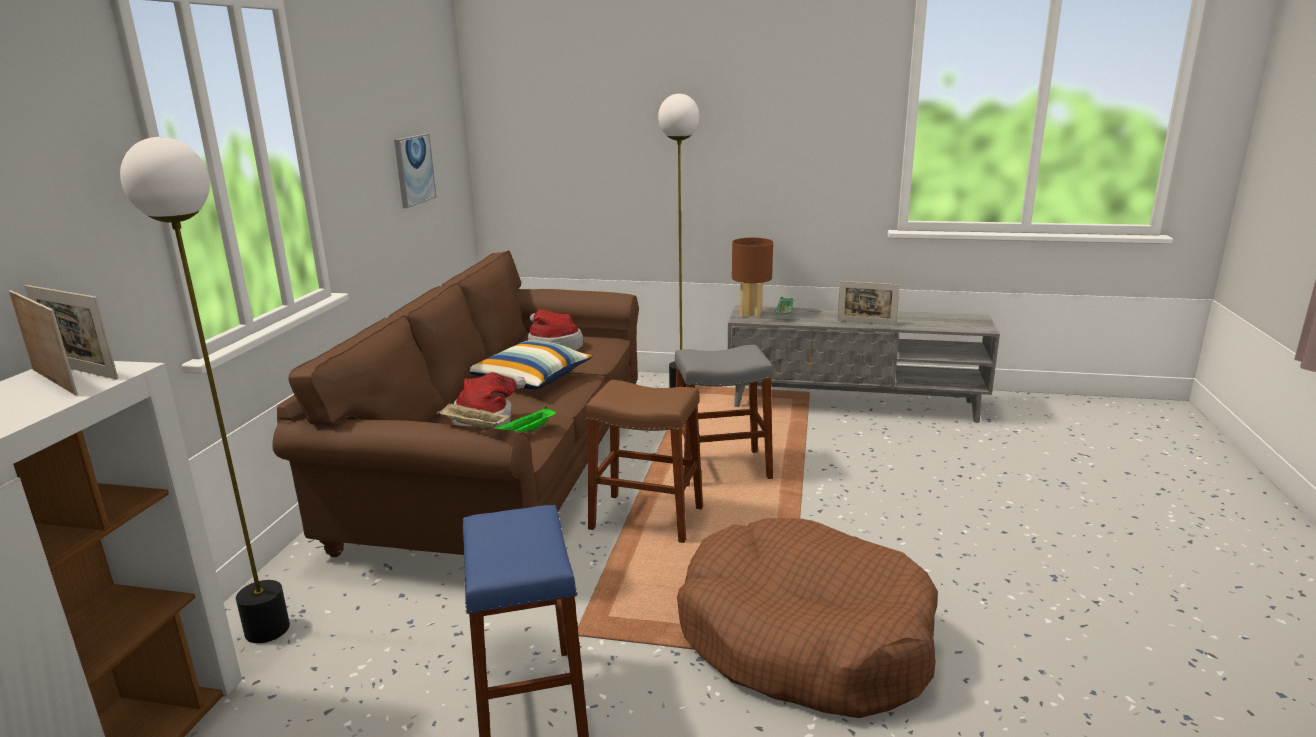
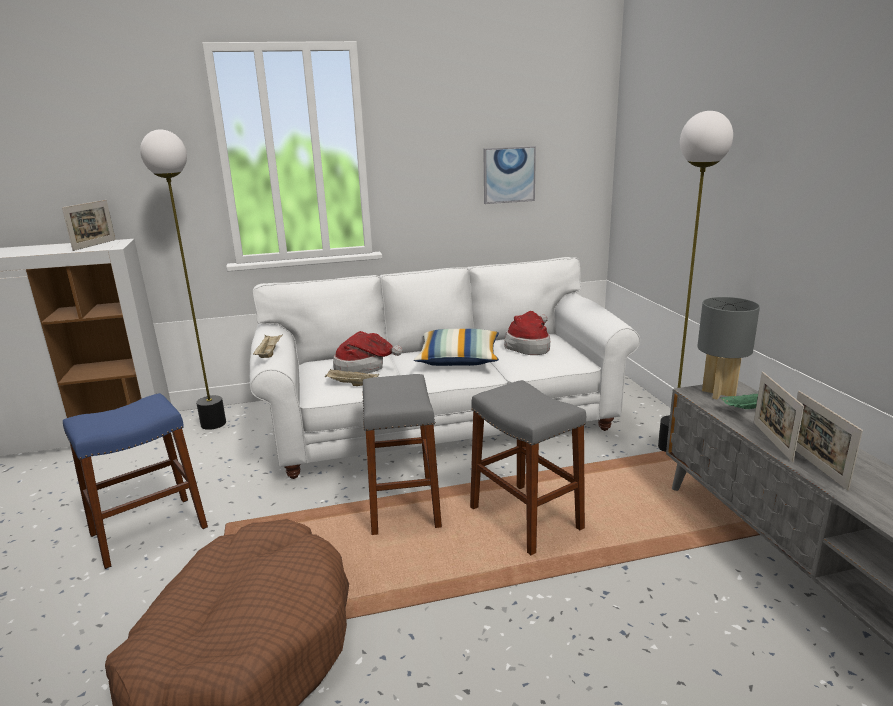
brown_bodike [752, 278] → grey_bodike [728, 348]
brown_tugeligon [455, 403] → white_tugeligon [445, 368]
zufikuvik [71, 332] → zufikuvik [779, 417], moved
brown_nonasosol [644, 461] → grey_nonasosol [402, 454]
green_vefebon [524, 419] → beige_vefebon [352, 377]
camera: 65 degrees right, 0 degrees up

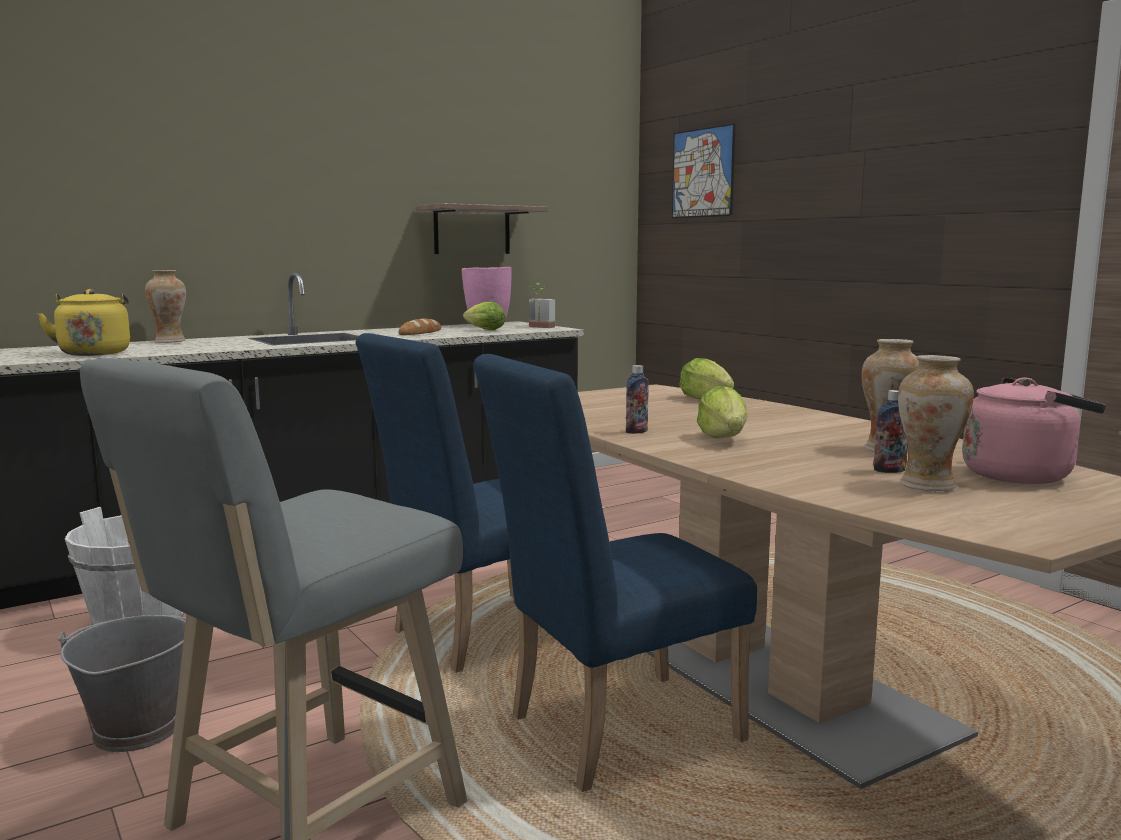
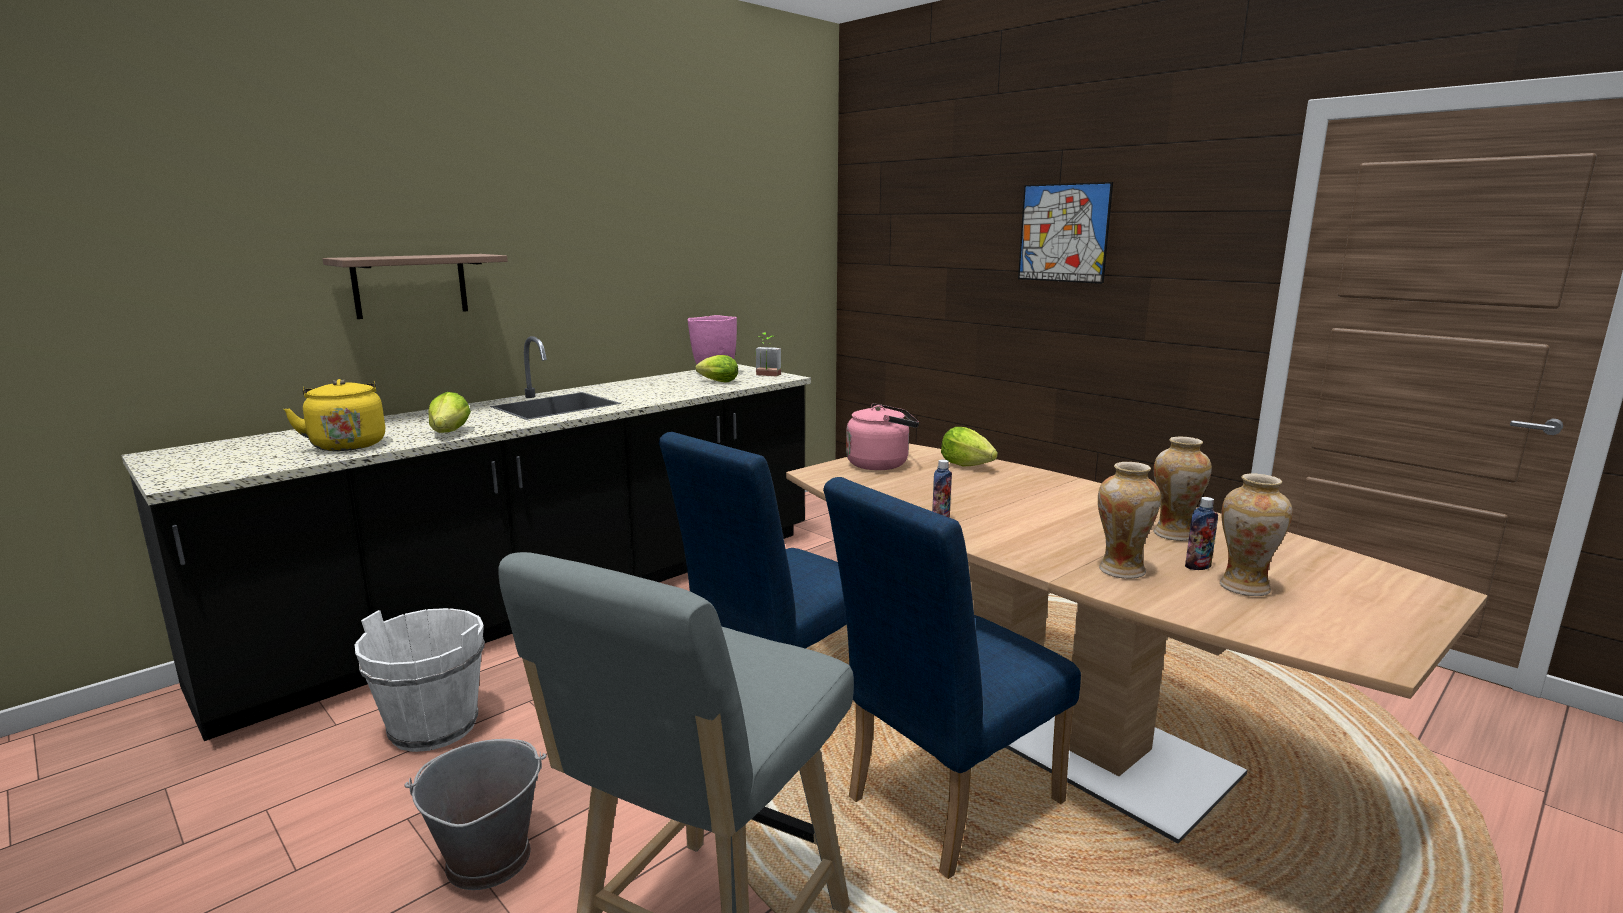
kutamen [704, 170] → kutamen [1065, 233], moved
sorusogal [482, 228] → sorusogal [415, 286], moved
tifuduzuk [165, 306] → tifuduzuk [1129, 520], moved
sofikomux [419, 327] → -
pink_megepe [1034, 430] → pink_megepe [882, 436], moved
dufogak [722, 412] → dufogak [450, 412], moved
camera: 10 degrees left, 5 degrees up

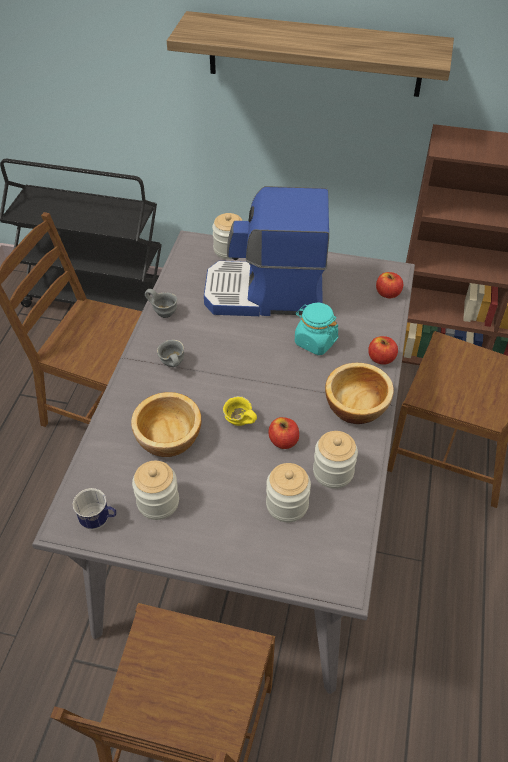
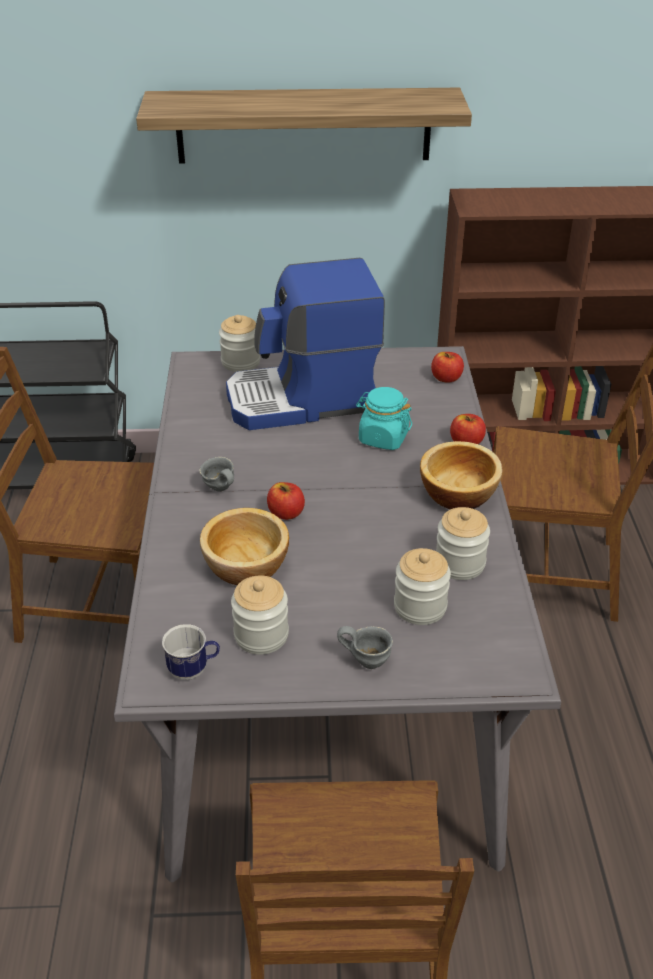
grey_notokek [161, 303] → grey_notokek [365, 647], moved
yellow_notokek [240, 411] → -
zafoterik [283, 433] → zafoterik [286, 501], moved
camera: 15 degrees left, 10 degrees down

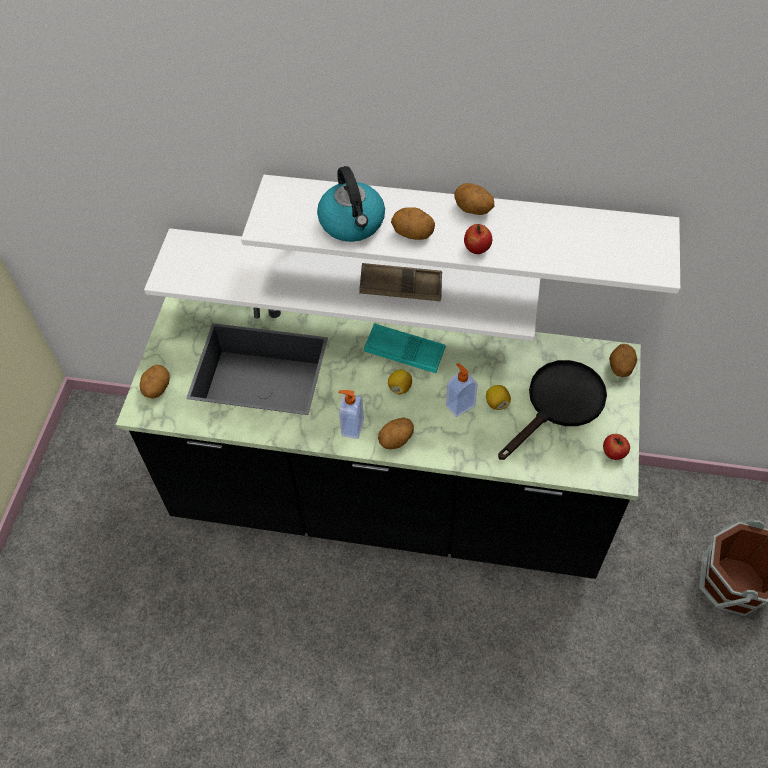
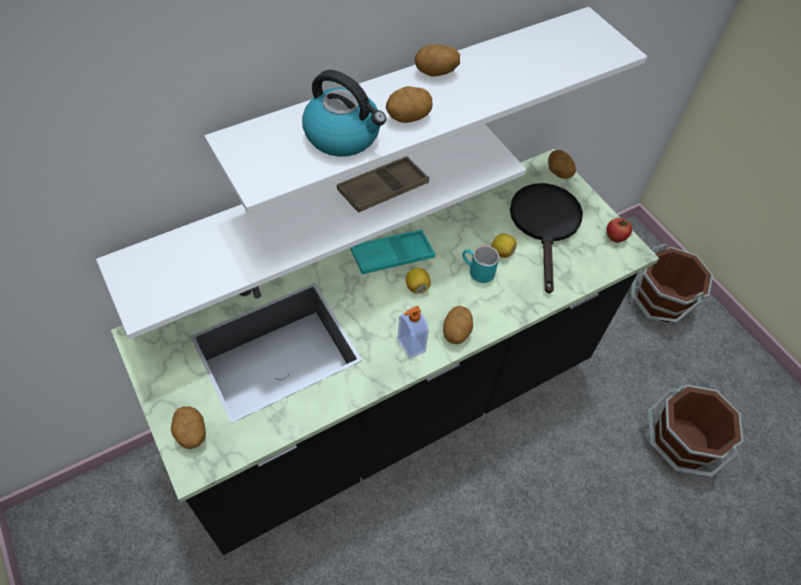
zafoterik [478, 239] → -
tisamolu [462, 390] → turquoise_notokek [480, 264]
- → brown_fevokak [695, 430]
camera: 45 degrees left, 0 degrees up

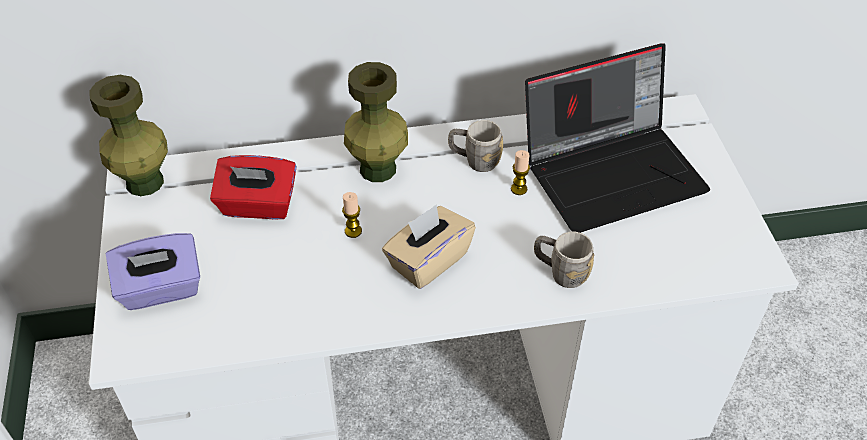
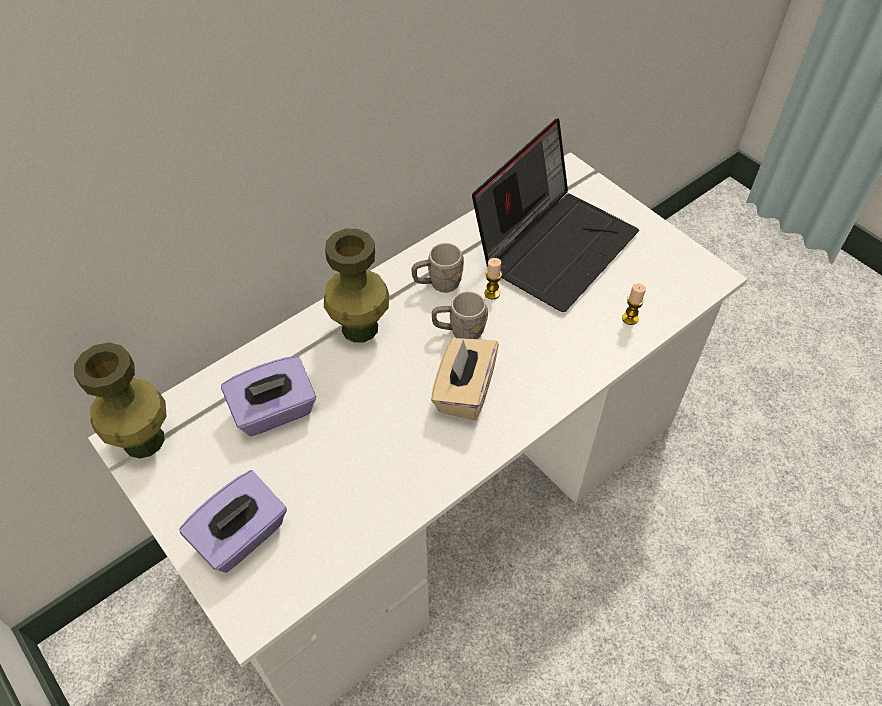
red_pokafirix [253, 187] → purple_pokafirix [268, 396]
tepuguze [352, 215] → tepuguze [634, 304], moved
grey_notokek [564, 260] → grey_notokek [460, 315], moved
camera: 30 degrees left, 5 degrees up

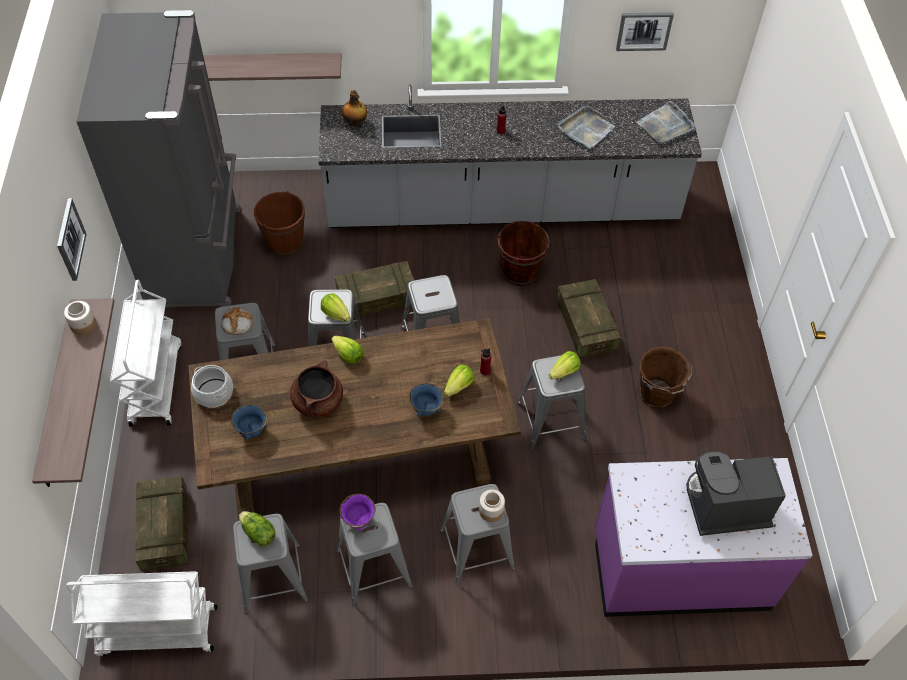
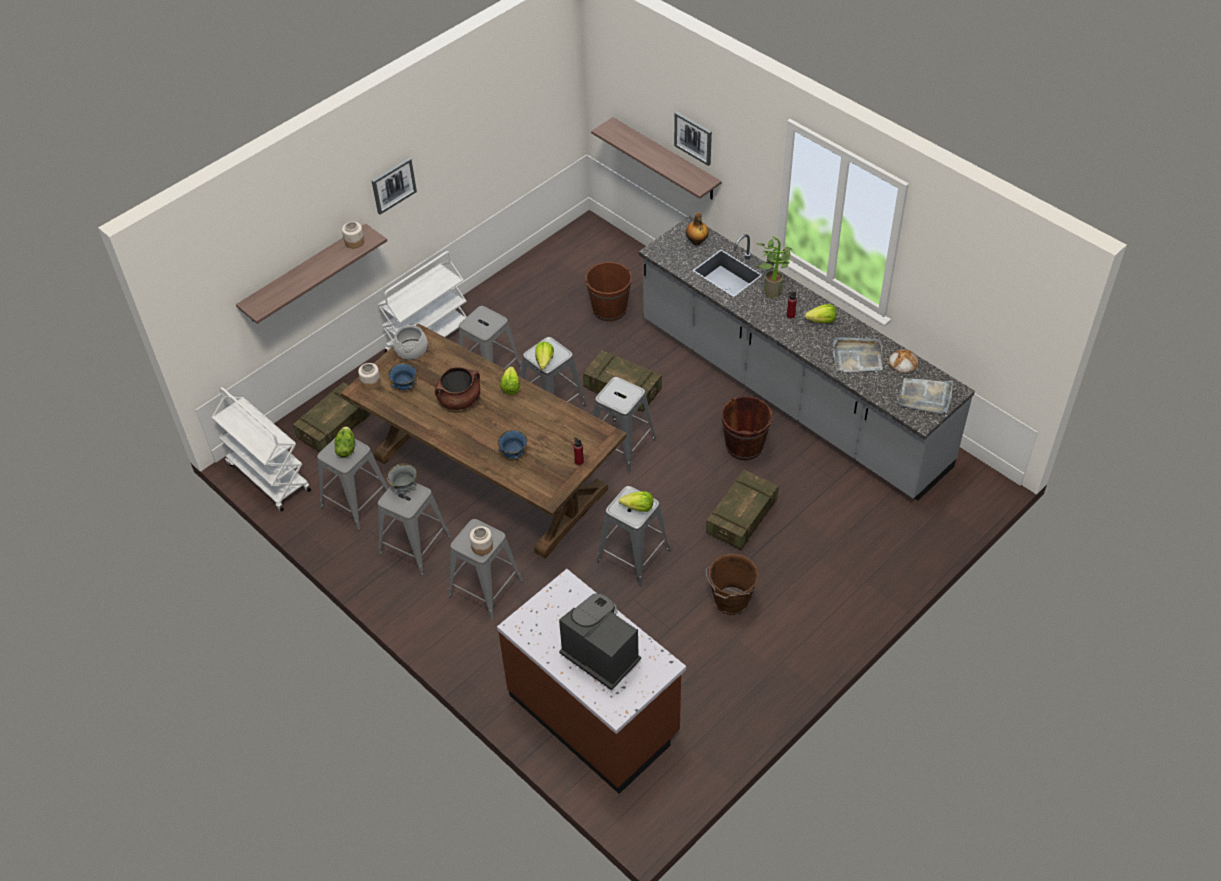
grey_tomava [158, 158] → -
kutamen [645, 31] → kutamen [693, 139], moved
sofikomux [237, 321] → sofikomux [903, 361], moved
dufogak [459, 380] → dufogak [820, 313], moved
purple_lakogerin [704, 537] → brown_lakogerin [591, 681]
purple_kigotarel [357, 513] → grey_kigotarel [402, 477]
- → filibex [774, 267]
- → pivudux [369, 376]
camera: 50 degrees right, 5 degrees down

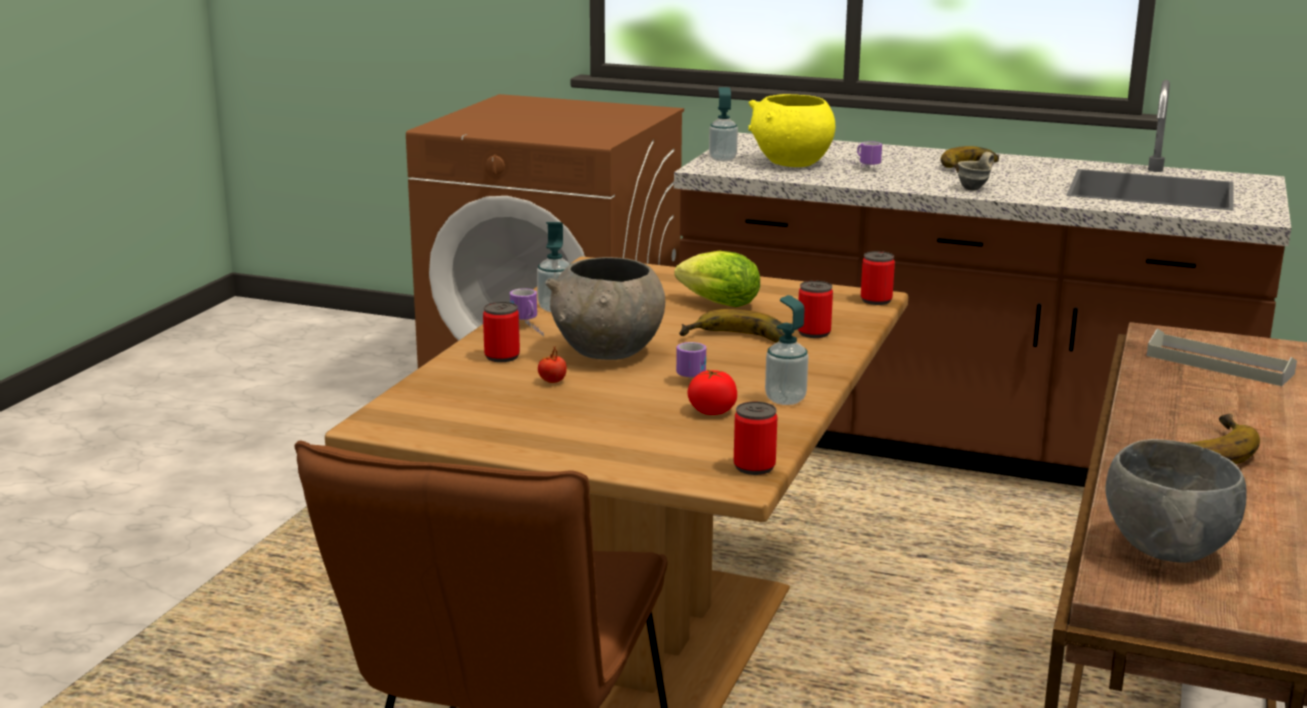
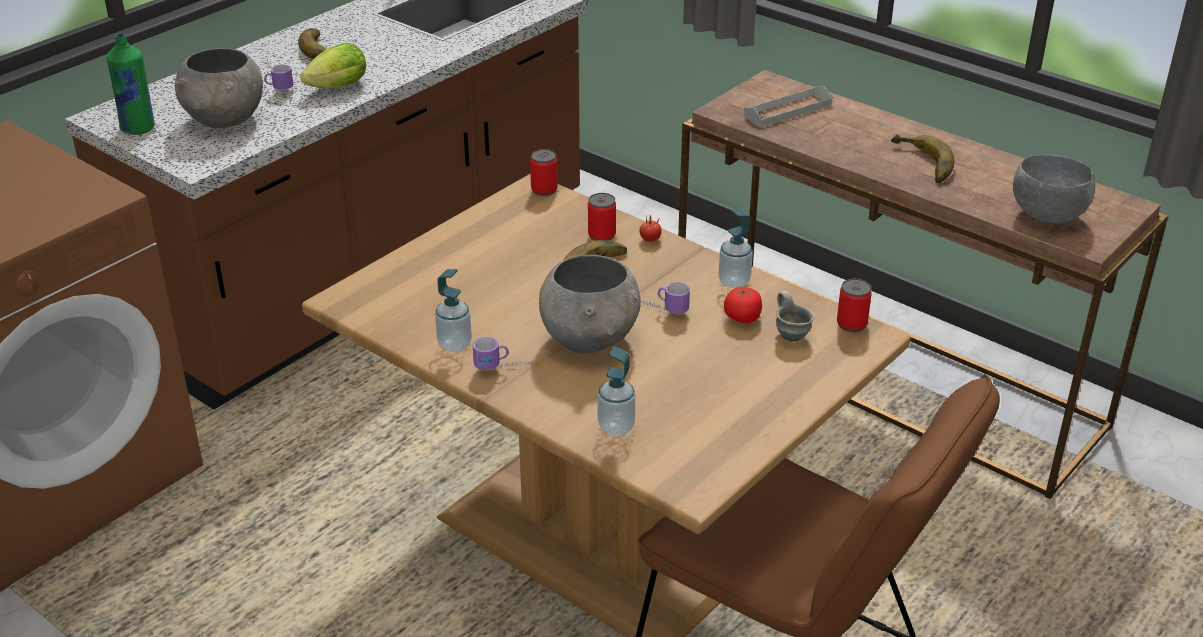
tisamolu [723, 124] → tisamolu [617, 391], moved
yellow_kigotarel [792, 130] → grey_kigotarel [219, 88]
grey_notokek [976, 171] → grey_notokek [795, 316], moved
dufogak [717, 279] → dufogak [333, 65], moved
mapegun [501, 332] → -
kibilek [552, 364] → kibilek [651, 228], moved
- → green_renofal [130, 84]
camera: 70 degrees left, 15 degrees up

